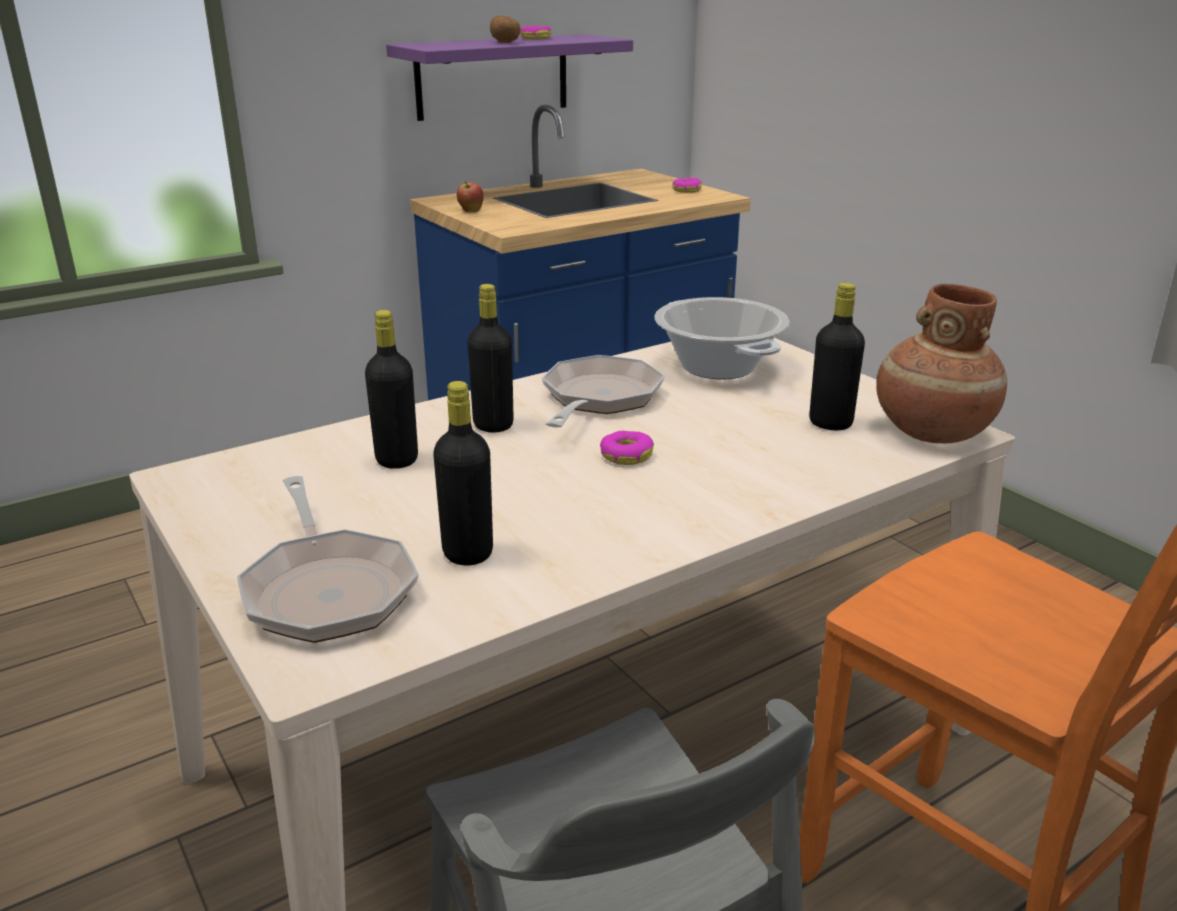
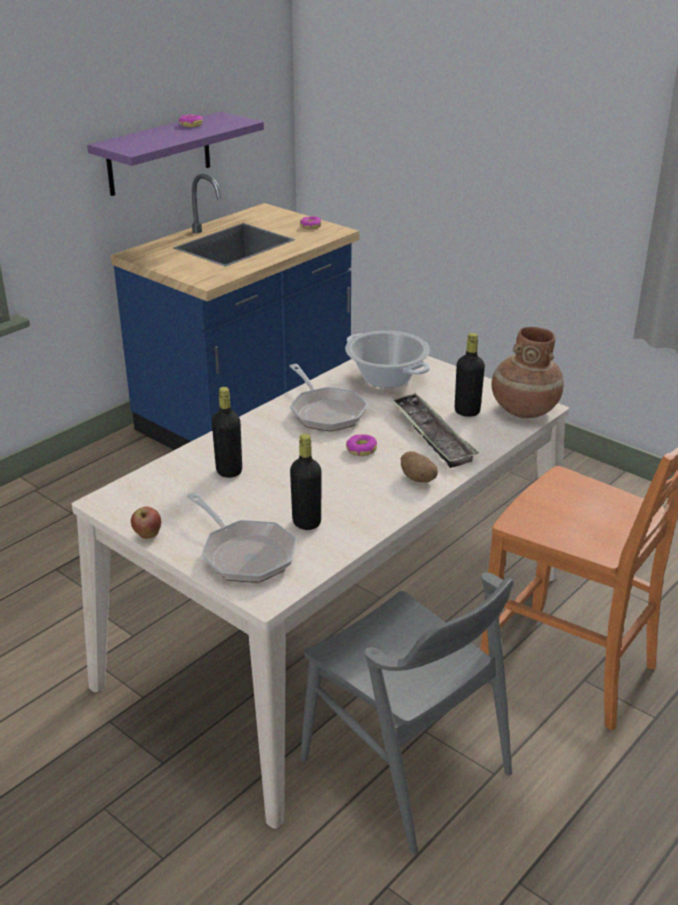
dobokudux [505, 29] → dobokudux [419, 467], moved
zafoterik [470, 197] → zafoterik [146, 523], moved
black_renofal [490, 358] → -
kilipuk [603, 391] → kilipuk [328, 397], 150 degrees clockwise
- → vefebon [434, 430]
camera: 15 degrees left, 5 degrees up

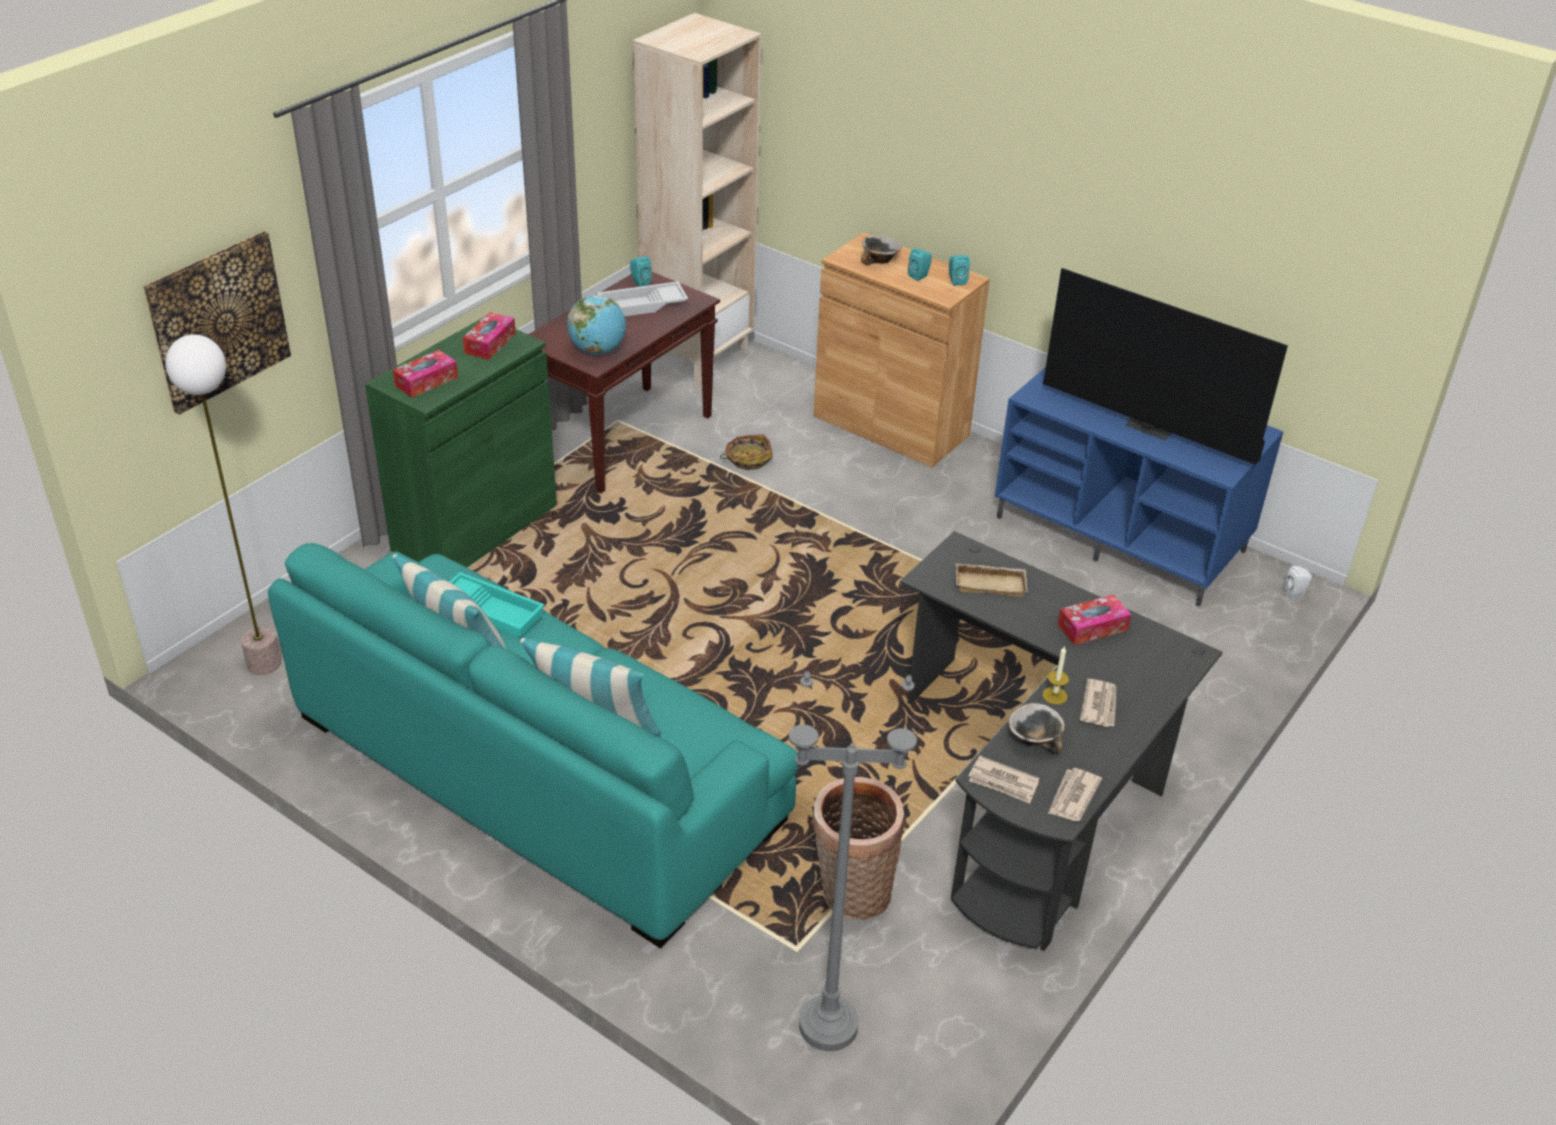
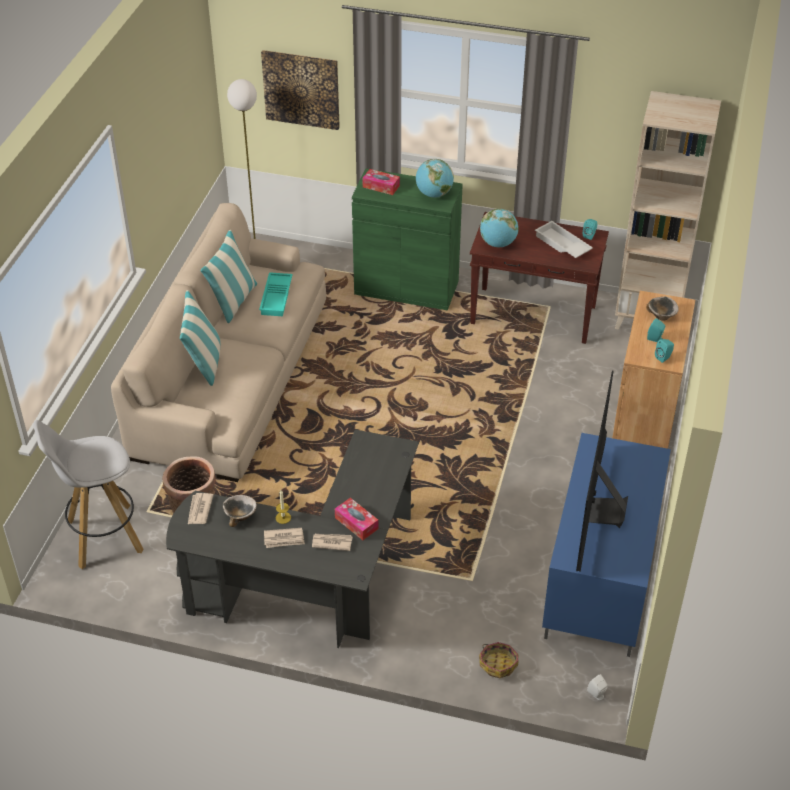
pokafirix [489, 336] → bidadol [435, 178]
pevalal [746, 452] → pevalal [499, 660], moved
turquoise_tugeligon [533, 745] → beige_tugeligon [218, 342]
beige_vefebon [992, 580] → -
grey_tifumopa [853, 861] → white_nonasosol [88, 494]
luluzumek [1075, 794] → luluzumek [332, 542], moved
camera: 70 degrees right, 5 degrees up

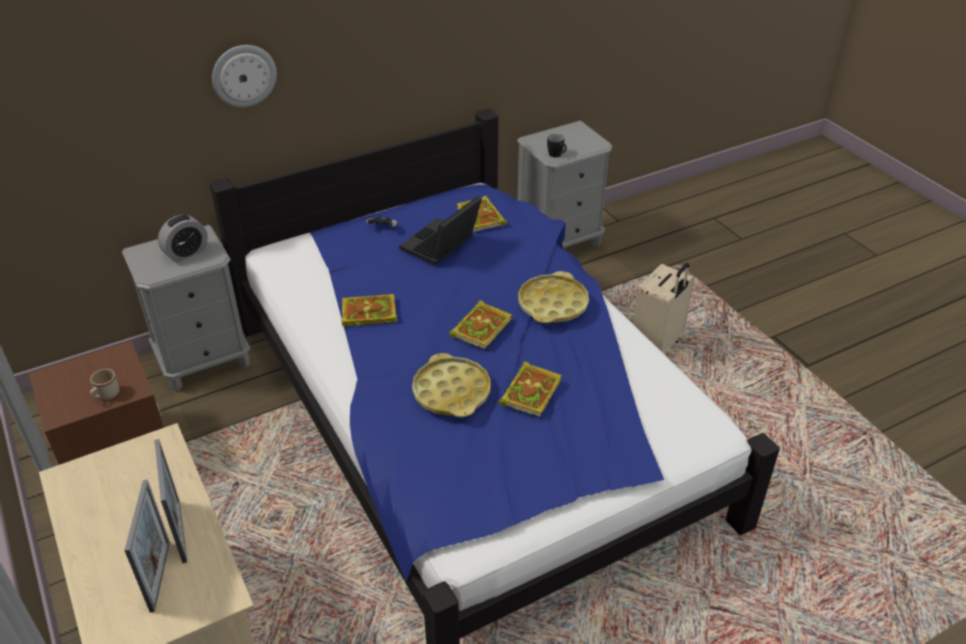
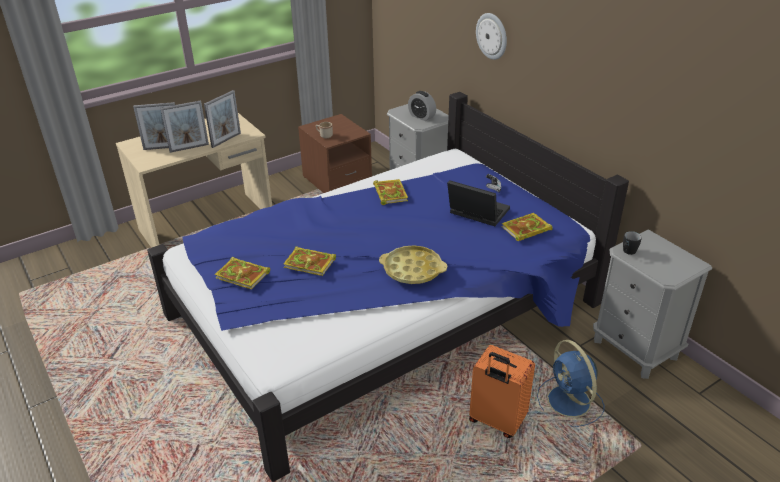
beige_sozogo [663, 308] → orange_sozogo [502, 391]
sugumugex [480, 324] → sugumugex [242, 273], moved
yellow_vefebon [451, 385] → -
- → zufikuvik [222, 119]
- → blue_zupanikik [570, 383]
camera: 85 degrees right, 5 degrees down

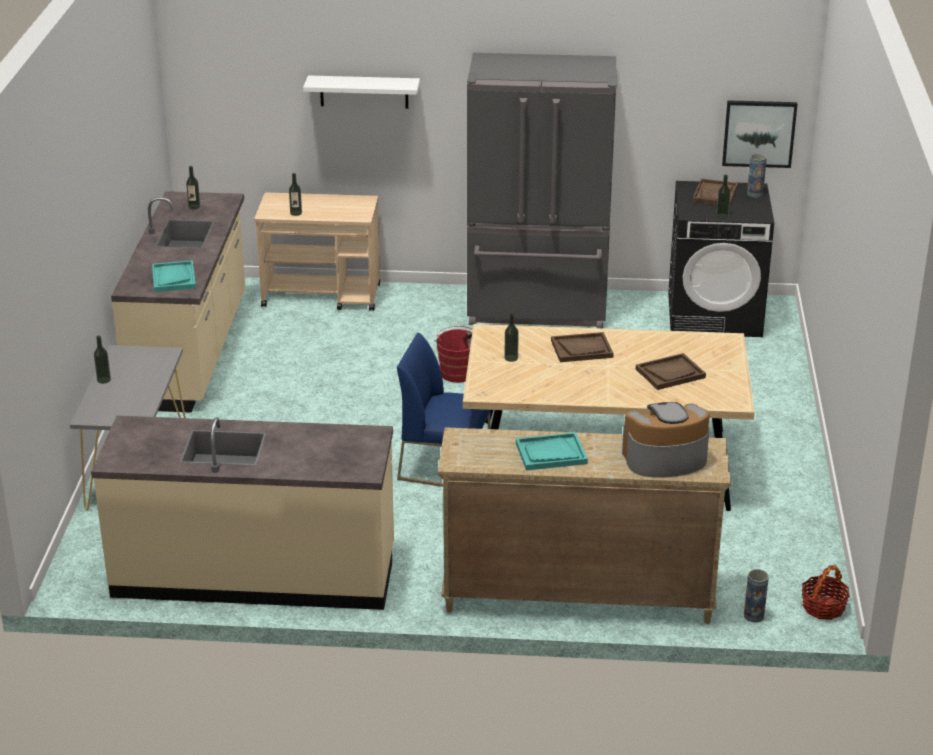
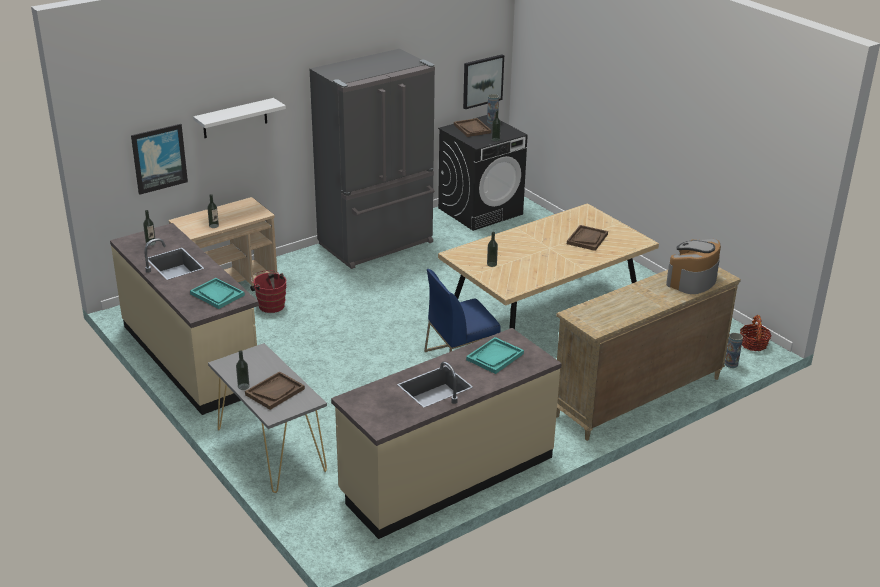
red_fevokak [453, 354] → red_fevokak [269, 291], moved
brown_vefebon [582, 347] → brown_vefebon [275, 390], moved
turquoise_vefebon [552, 451] → turquoise_vefebon [495, 355], moved
- → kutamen [159, 159]
camera: 40 degrees left, 0 degrees up

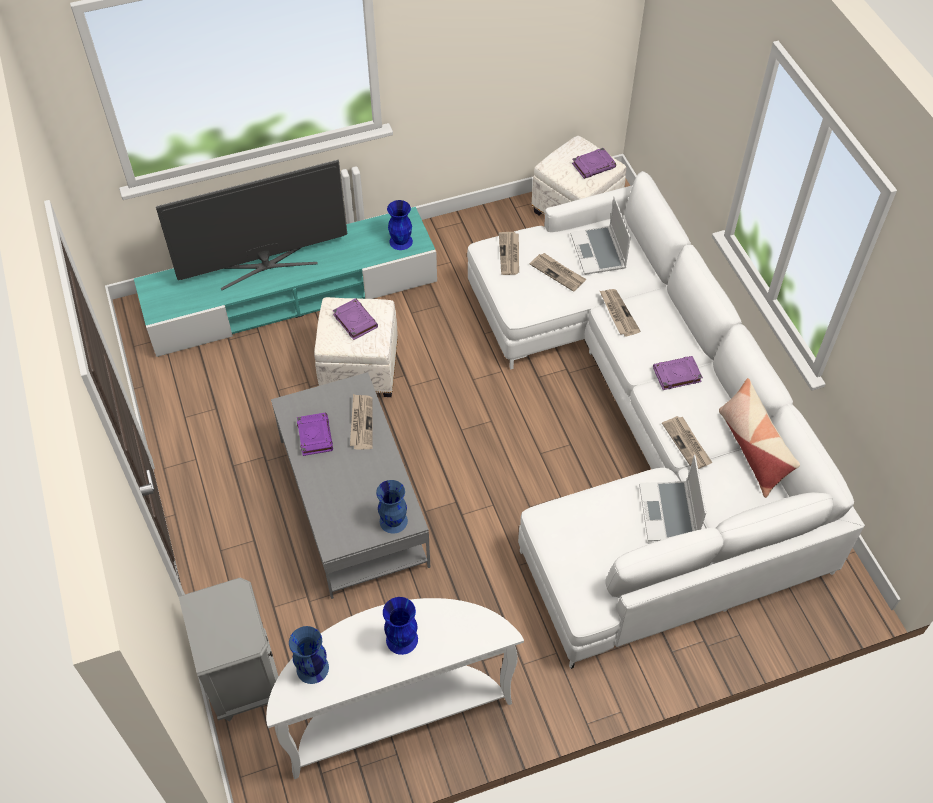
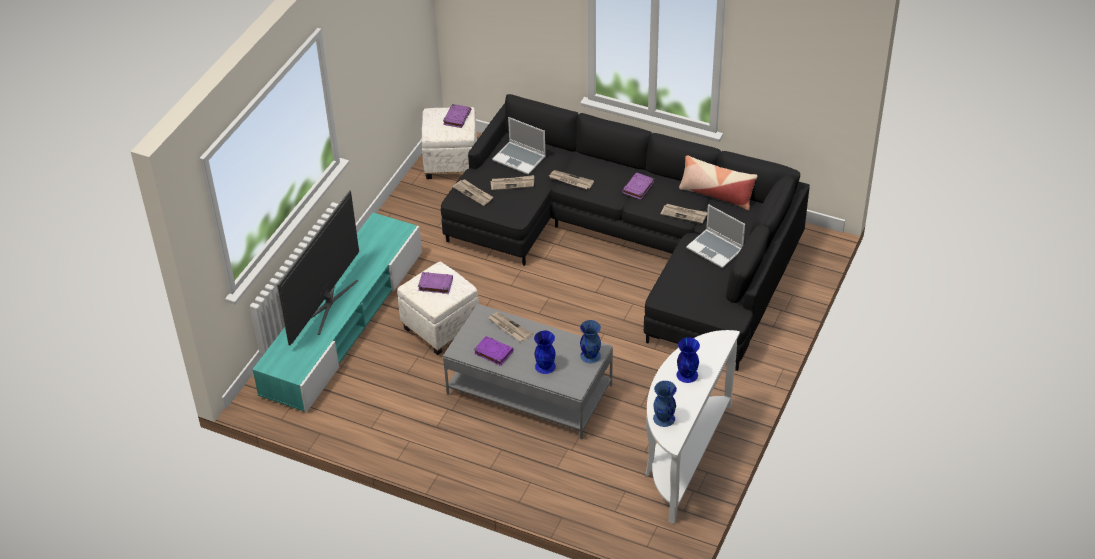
white_tugeligon [666, 420] → black_tugeligon [625, 232]
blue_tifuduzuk [400, 225] → blue_tifuduzuk [545, 352], moved
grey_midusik [229, 649] → -
camera: 45 degrees left, 10 degrees down

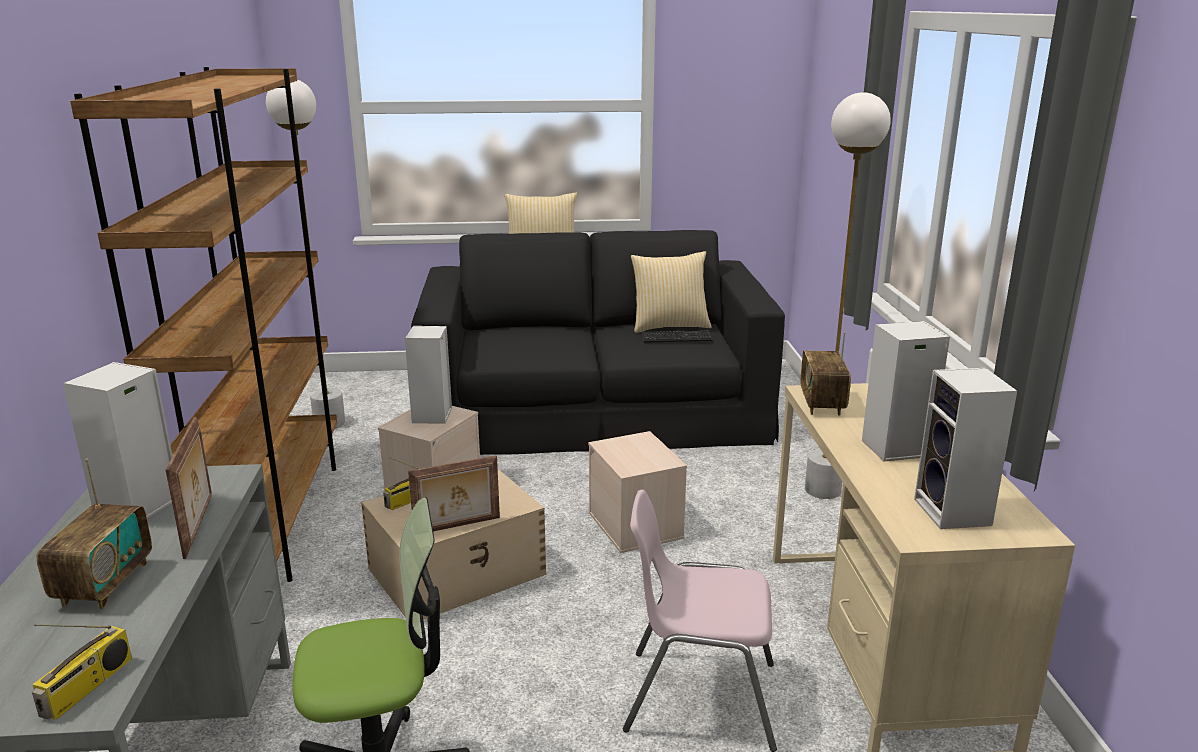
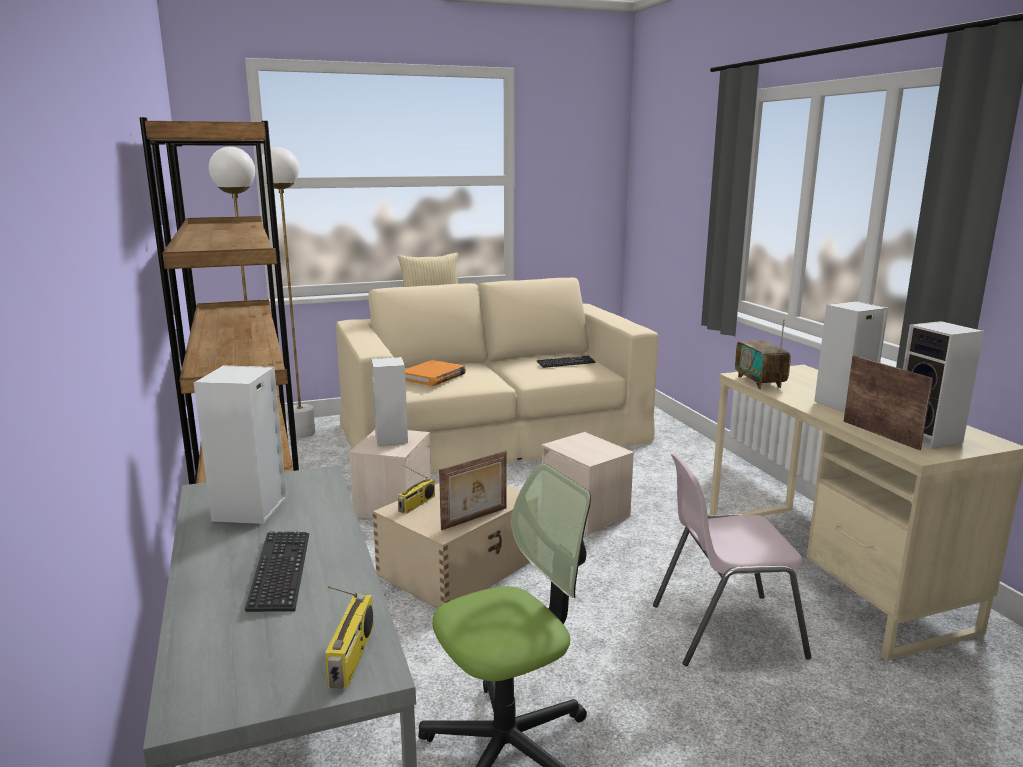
white_tifumopa [848, 295] → white_tifumopa [288, 292], moved
black_tugeligon [598, 342] → beige_tugeligon [497, 376]
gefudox [671, 292] → -
zufikuvik [189, 488] → zufikuvik [888, 403], moved
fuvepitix [94, 534] → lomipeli [277, 572]
- → orange_sugumugex [435, 373]
camera: 15 degrees left, 5 degrees down

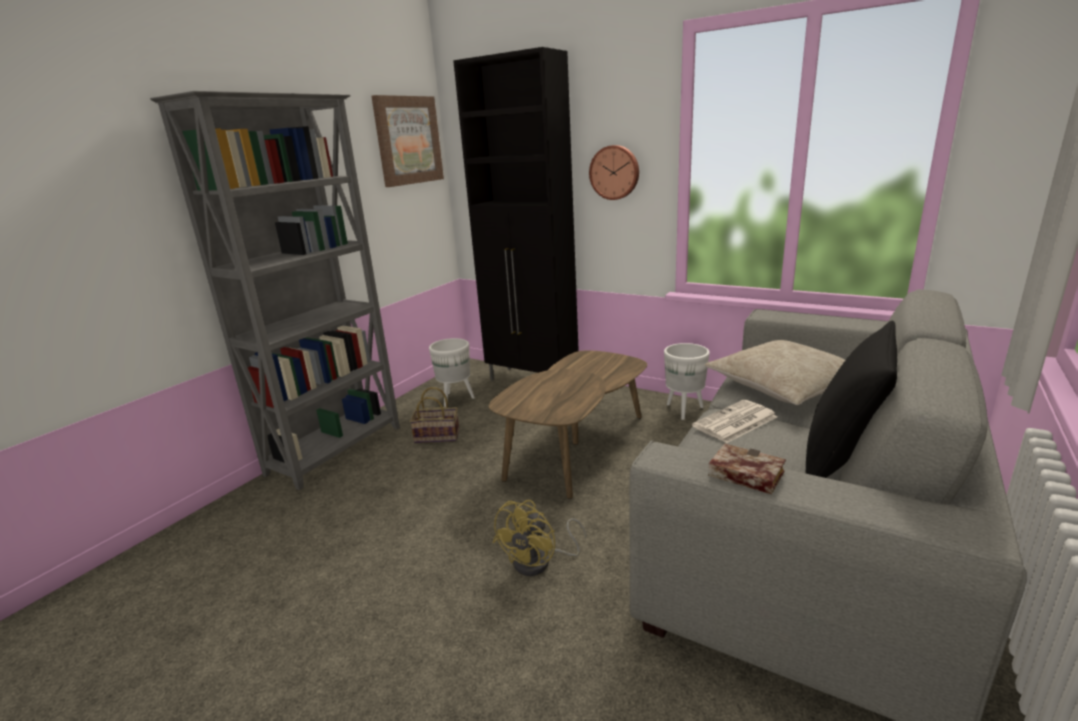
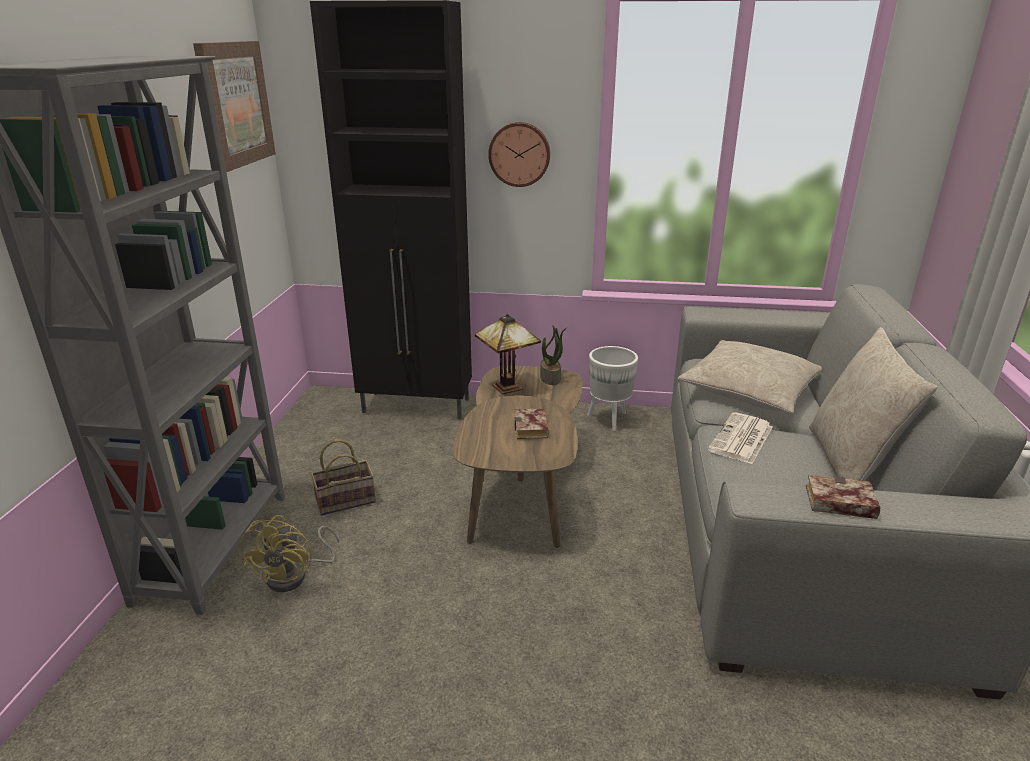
black_gefudox [851, 399] → beige_gefudox [873, 404]
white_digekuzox [452, 372] → -
yellow_zupanikik [539, 538] → yellow_zupanikik [290, 553], moved
- → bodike [508, 354]
- → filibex [553, 355]
- → sugumugex [531, 423]
camera: 25 degrees left, 5 degrees up

